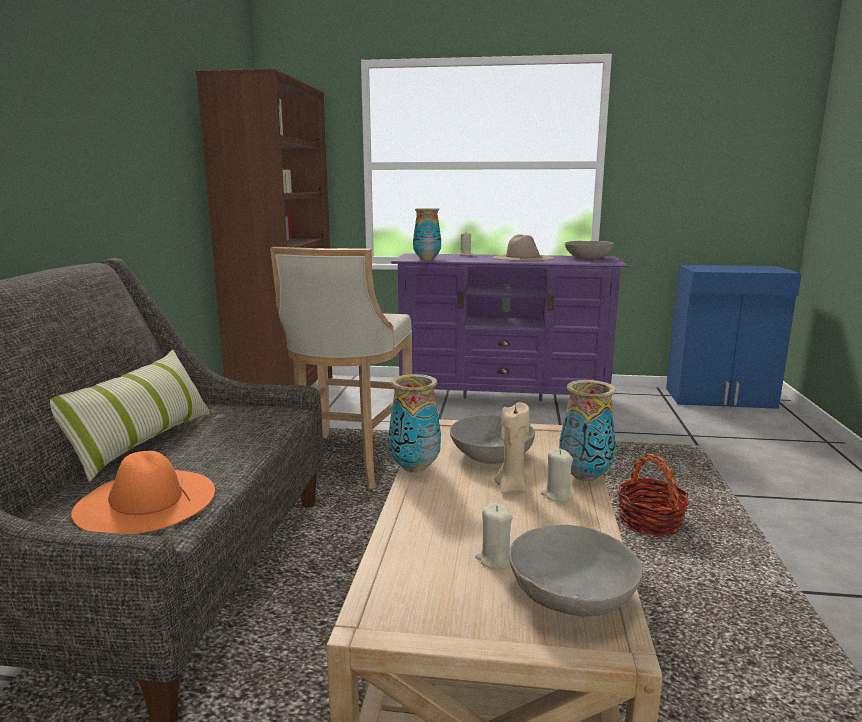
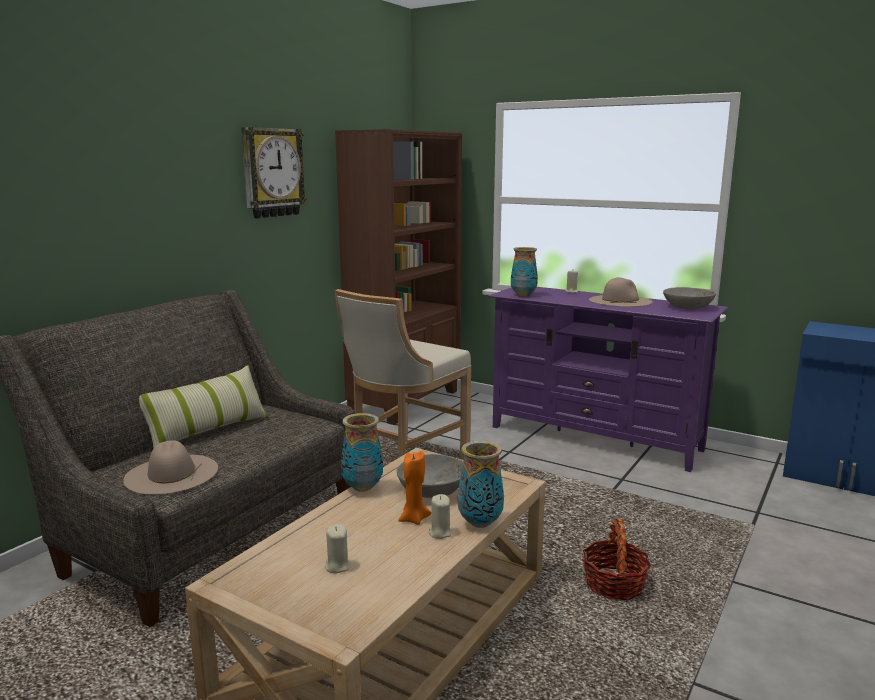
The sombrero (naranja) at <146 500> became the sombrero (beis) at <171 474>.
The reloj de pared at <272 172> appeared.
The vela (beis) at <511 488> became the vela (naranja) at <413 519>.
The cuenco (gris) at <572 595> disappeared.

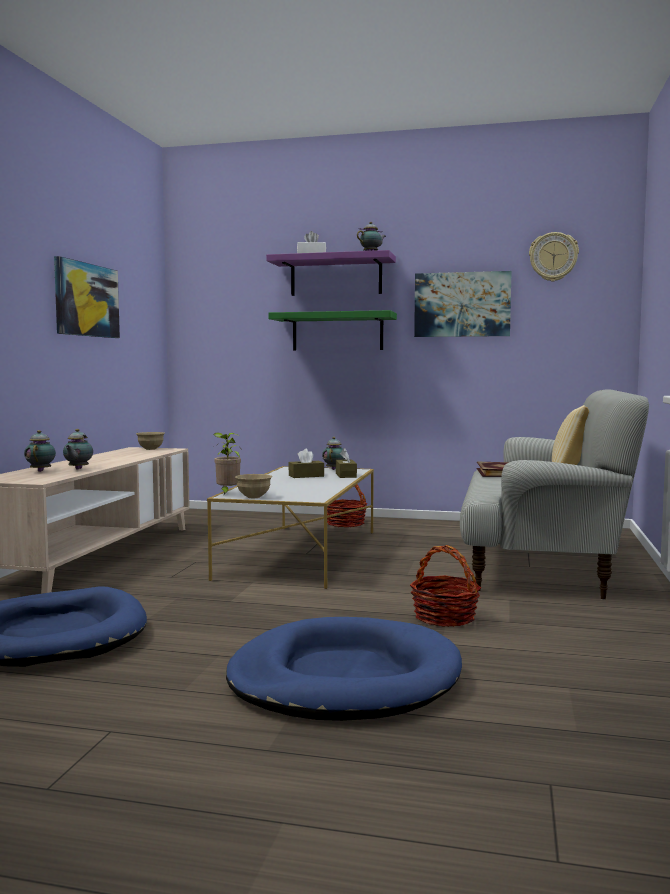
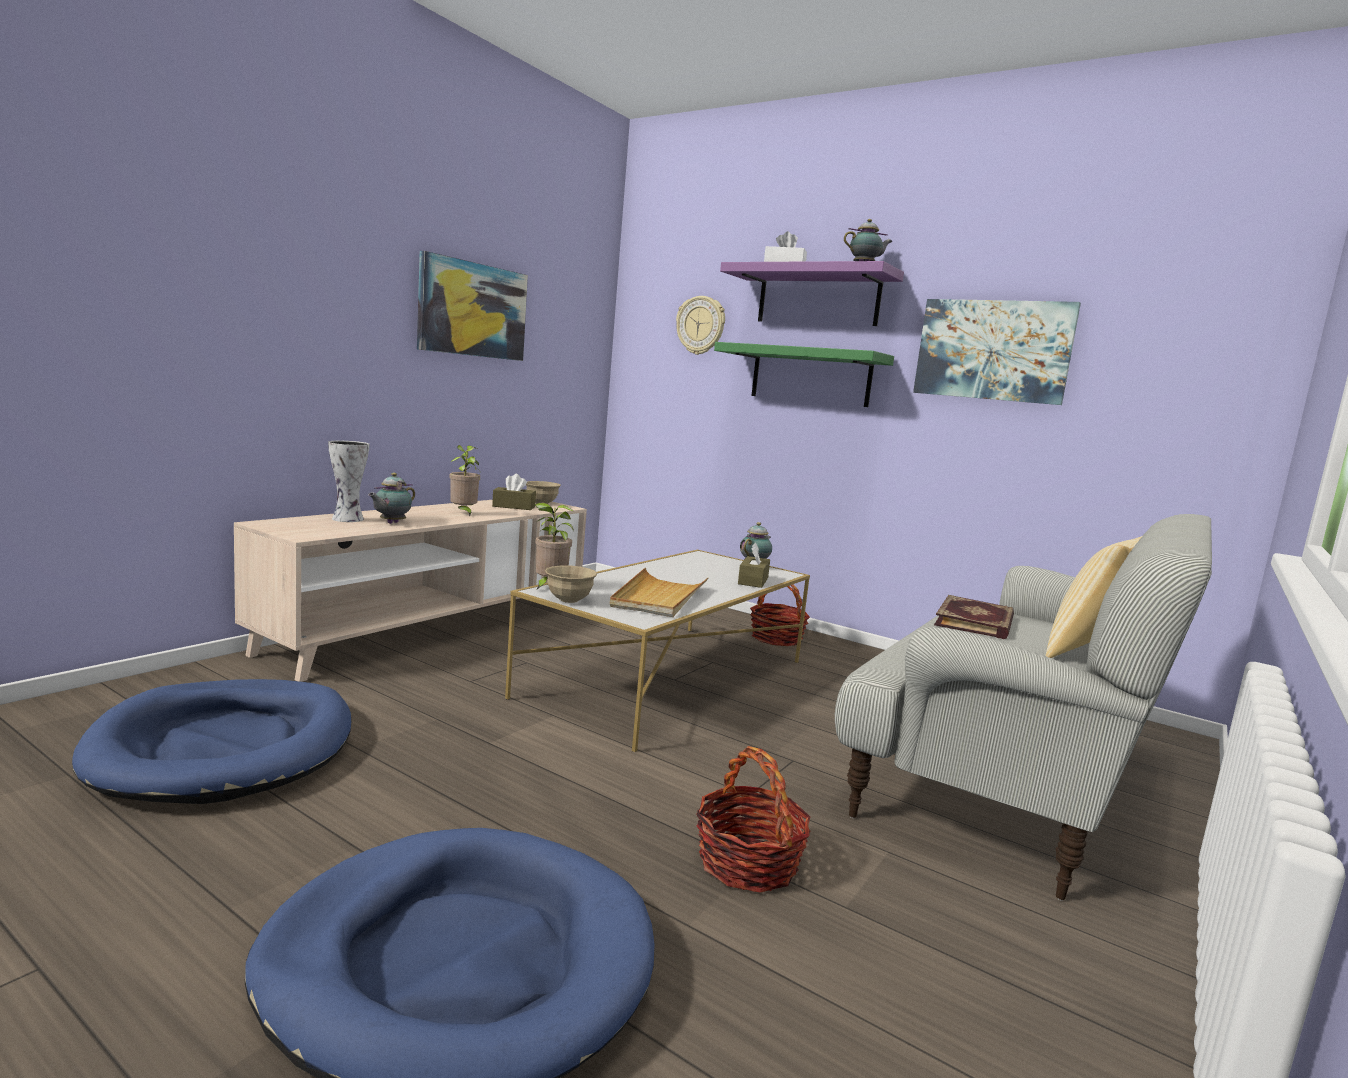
The tetera at <41 471> was replaced by the florero at <348 519>.
The planta en maceta at <463 513> appeared.
The caja de pañuelos (marrón) moved from <306 476> to <513 506>.
The bandeja (beis) at <659 597> appeared.
The reloj de pared moved from <553 257> to <701 325>.

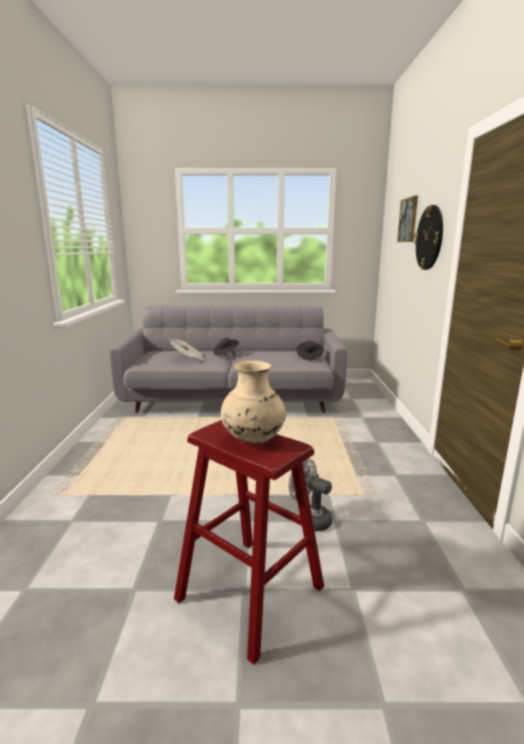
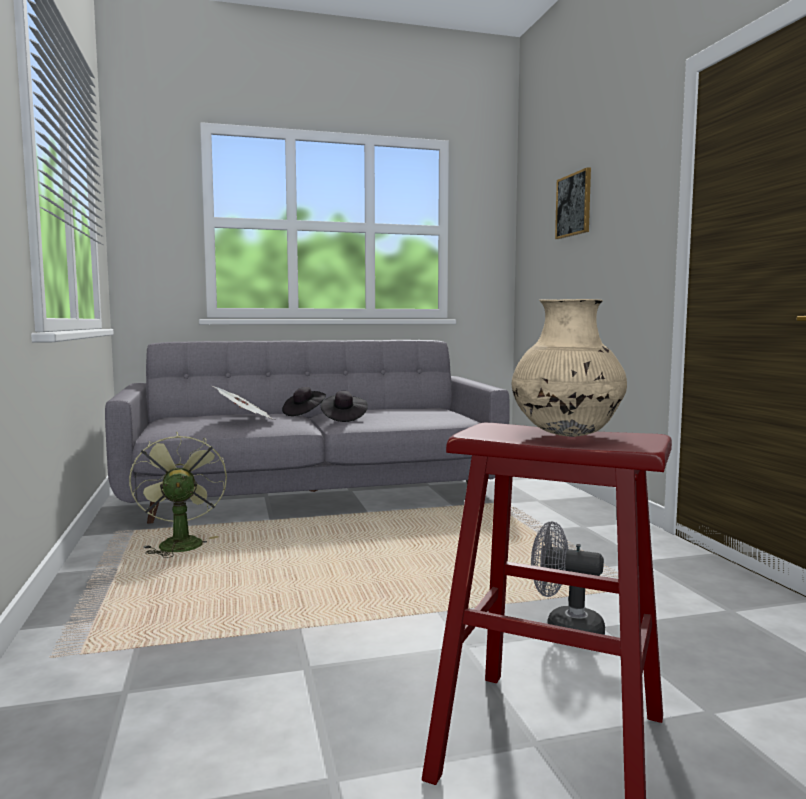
The ventilador (verde) at <179 543> appeared.
The sombrero (negro) moved from <309 357> to <343 418>.
The reloj de pared at <429 238> disappeared.

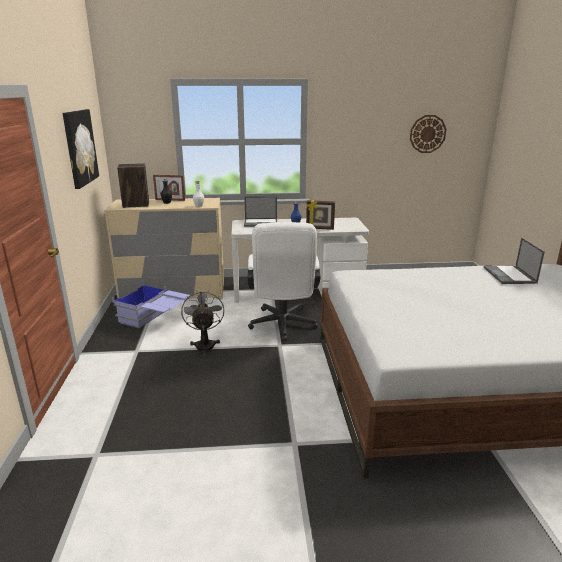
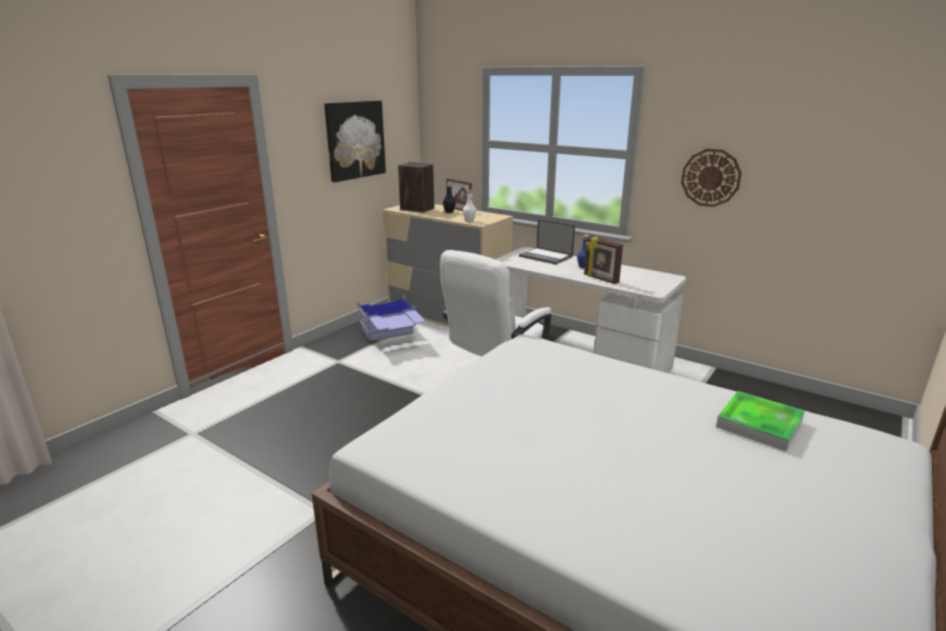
The reloj de pared moved from <427 134> to <710 178>.
The portátil at <510 275> was replaced by the bandeja at <759 424>.
The ventilador (gris) at <205 344> disappeared.

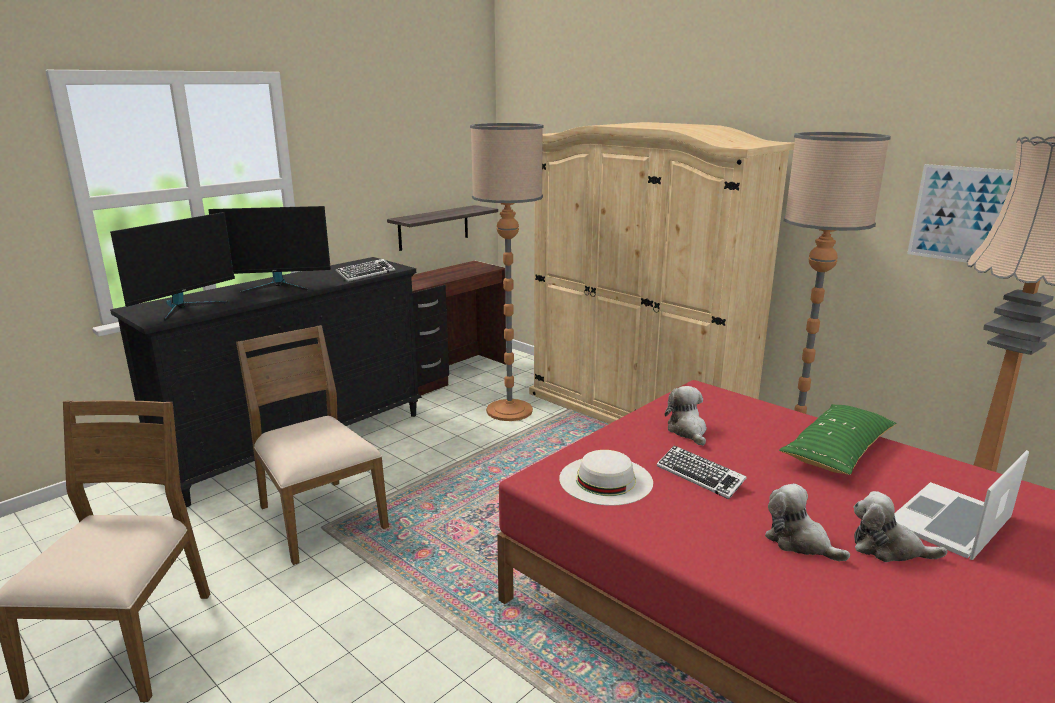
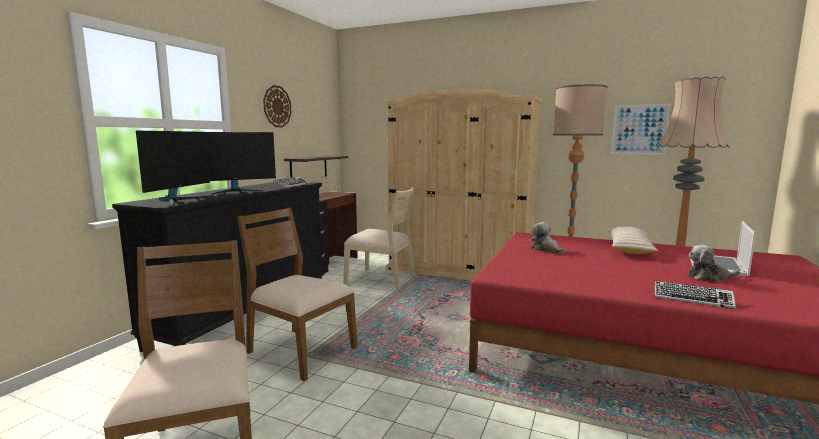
The reloj de pared at <277 106> appeared.
The lámpara de pie at <509 411> was replaced by the silla (beis) at <381 279>.
The cojín (verde) at <837 451> became the cojín (beis) at <629 248>.
The teclado moved from <700 476> to <692 299>.
The sombrero (blanco) at <605 480> disappeared.
The peluche at <799 542> disappeared.

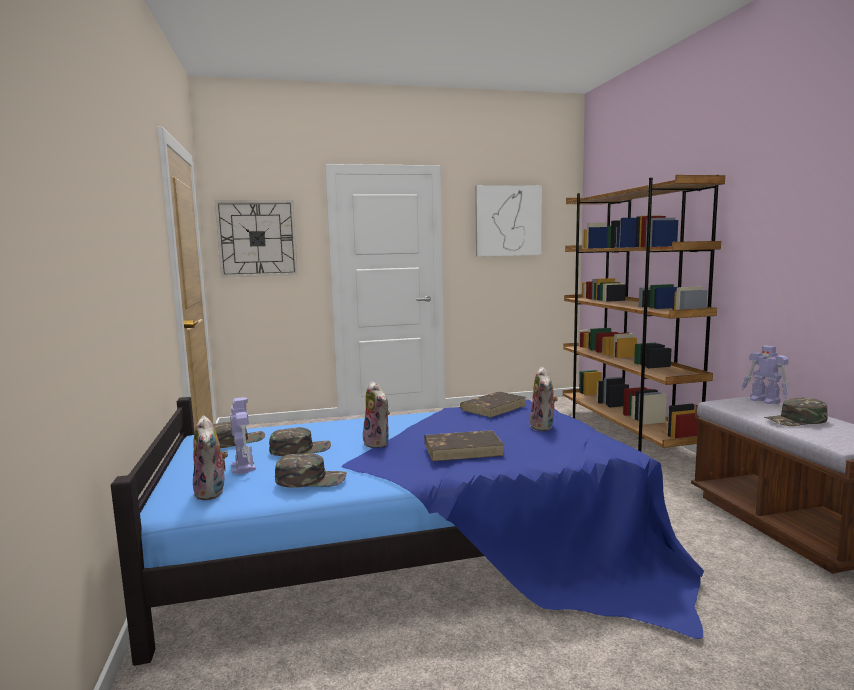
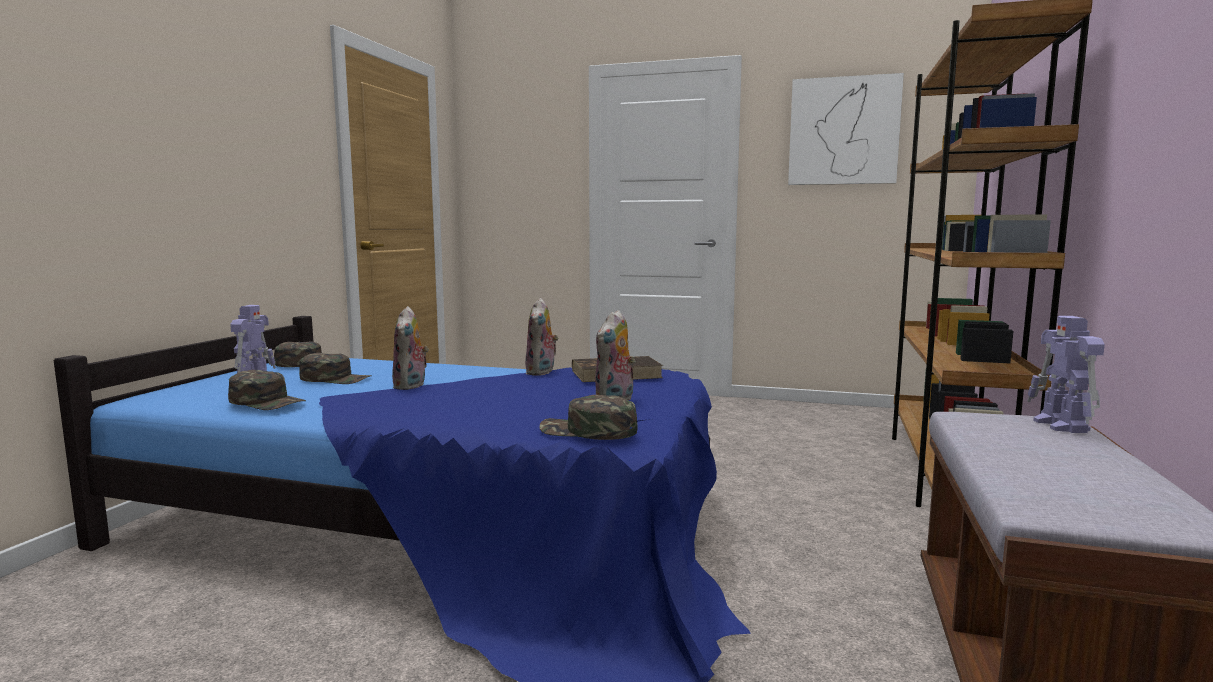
The peluche moved from <212 492> to <542 372>.
The gorra (verde) moved from <796 420> to <588 431>.
The reloj de pared at <257 238> disappeared.
The libro (marrón) at <464 449> disappeared.

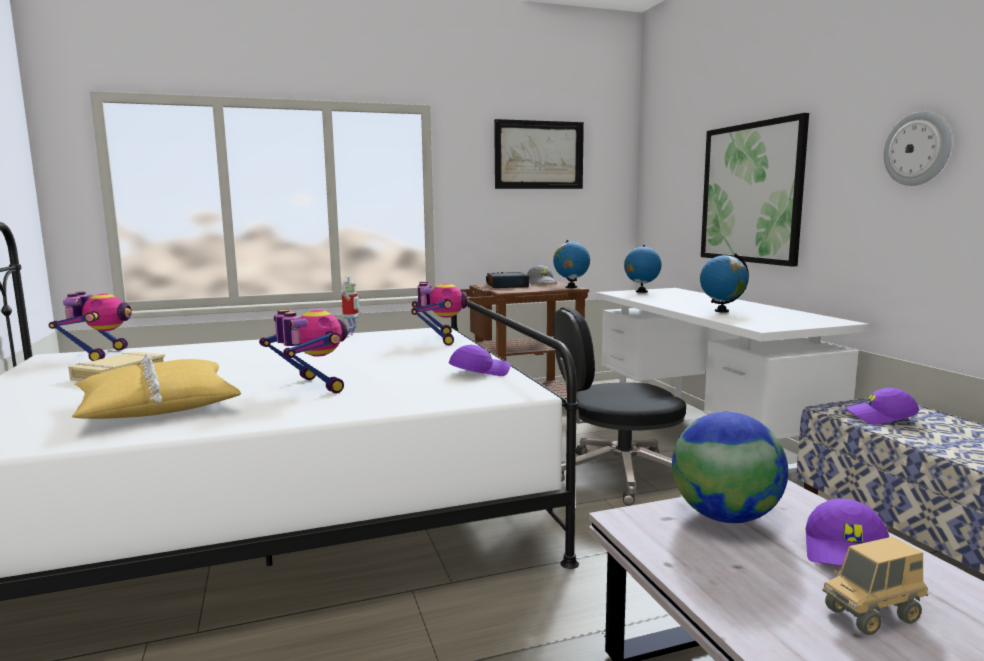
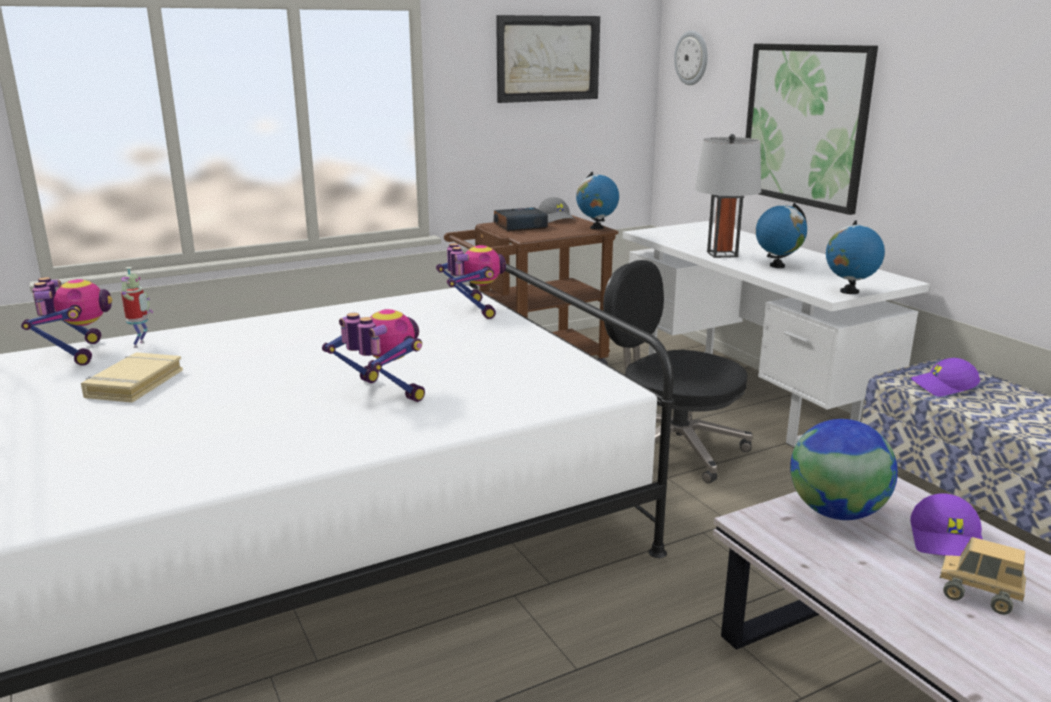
The robot de juguete moved from <351 336> to <141 345>.
The silla de oficina (negro) at <618 475> turned 60 degrees clockwise.
The reloj de pared moved from <918 149> to <692 58>.
The lámpara de mesa (gris) at <722 254> appeared.
The globo terráqueo moved from <641 292> to <849 292>.
The camión de juguete at <872 615> turned 60 degrees clockwise.
The cojín (amarillo) at <157 406> disappeared.
The gorra (morado) at <479 372> disappeared.

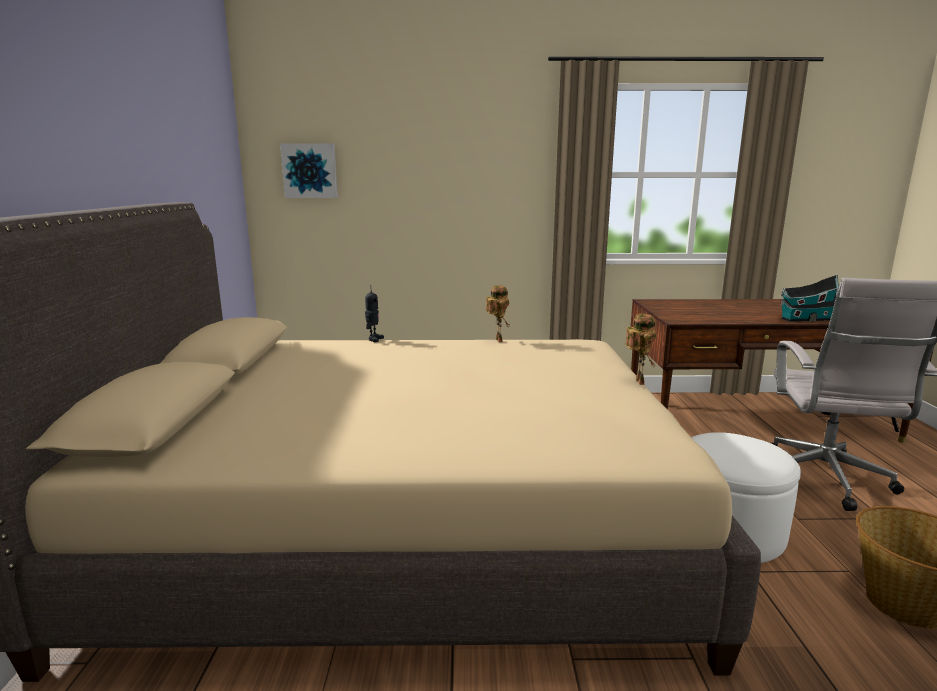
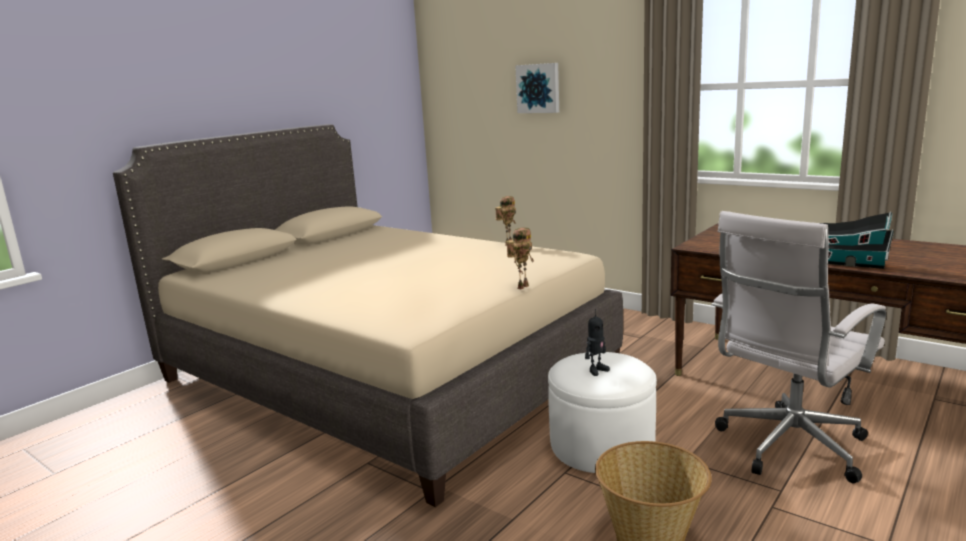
The cuadro moved from <310 171> to <538 88>.
The robot de juguete moved from <374 339> to <596 370>.

